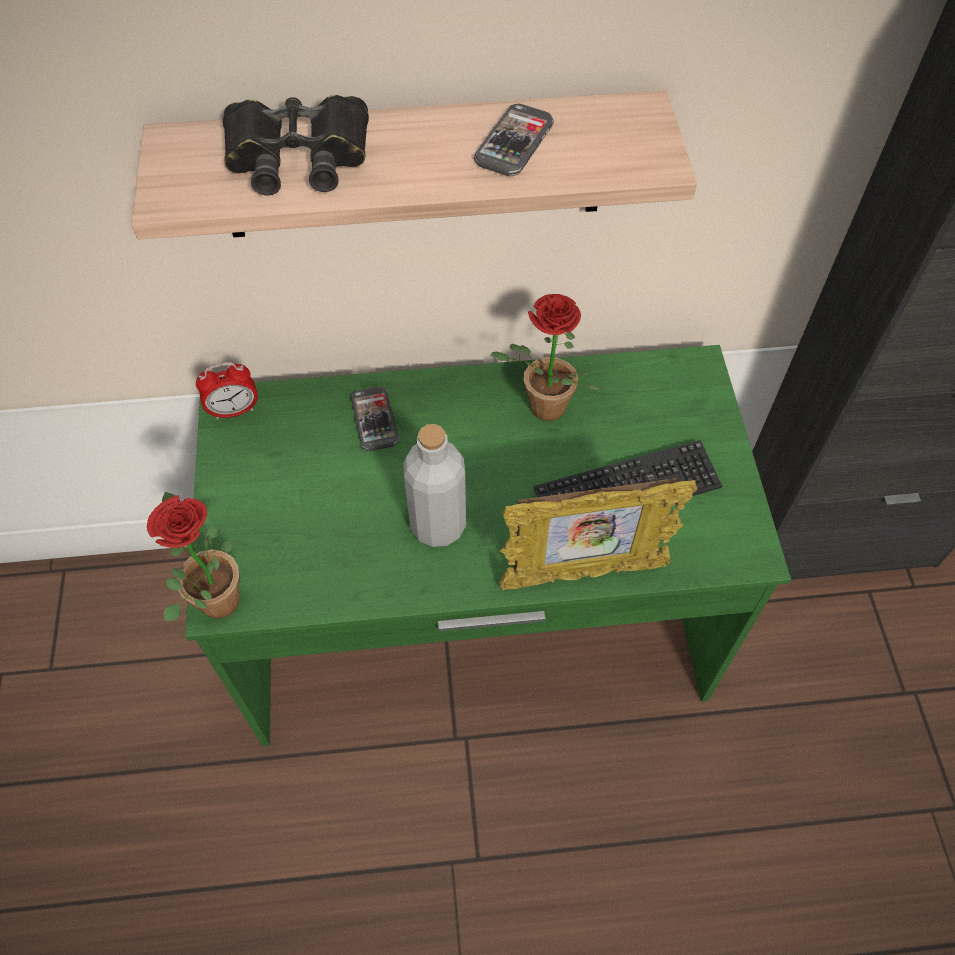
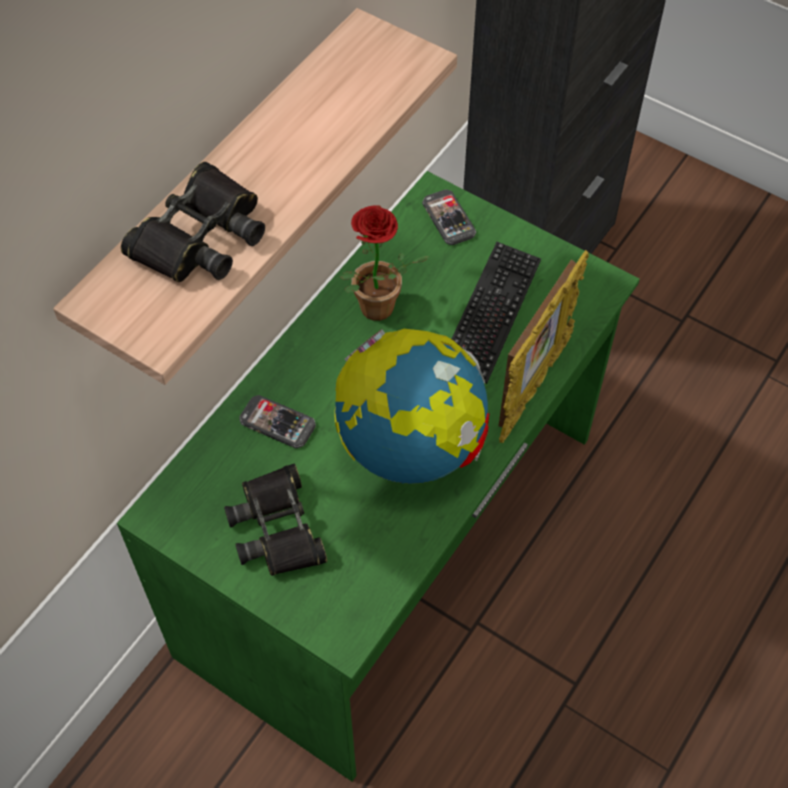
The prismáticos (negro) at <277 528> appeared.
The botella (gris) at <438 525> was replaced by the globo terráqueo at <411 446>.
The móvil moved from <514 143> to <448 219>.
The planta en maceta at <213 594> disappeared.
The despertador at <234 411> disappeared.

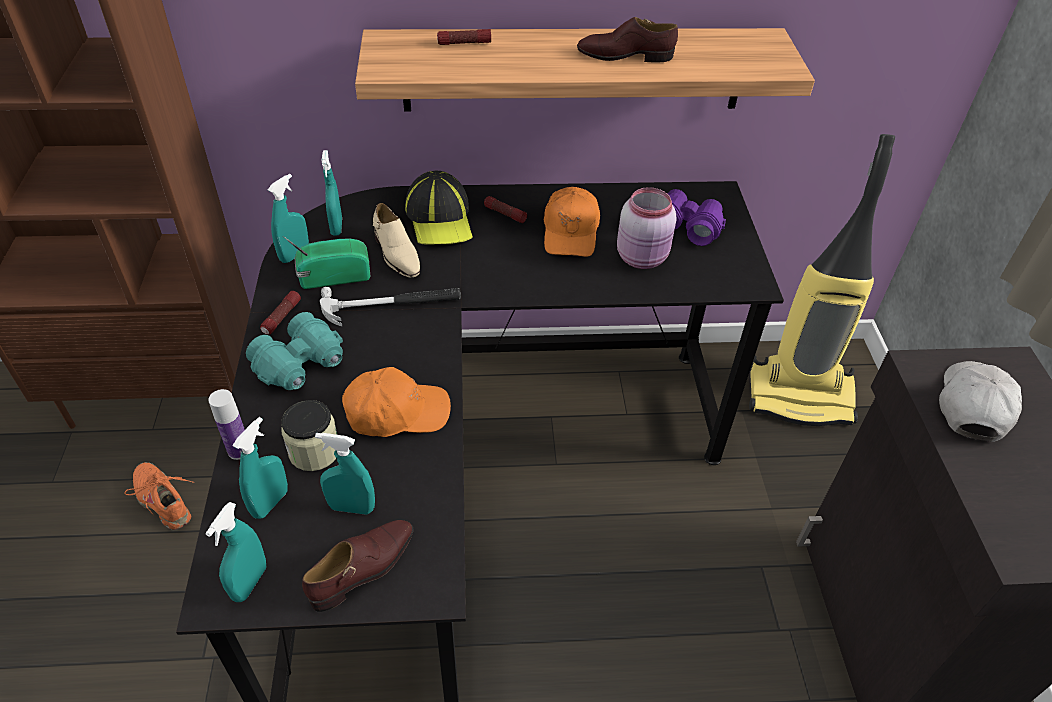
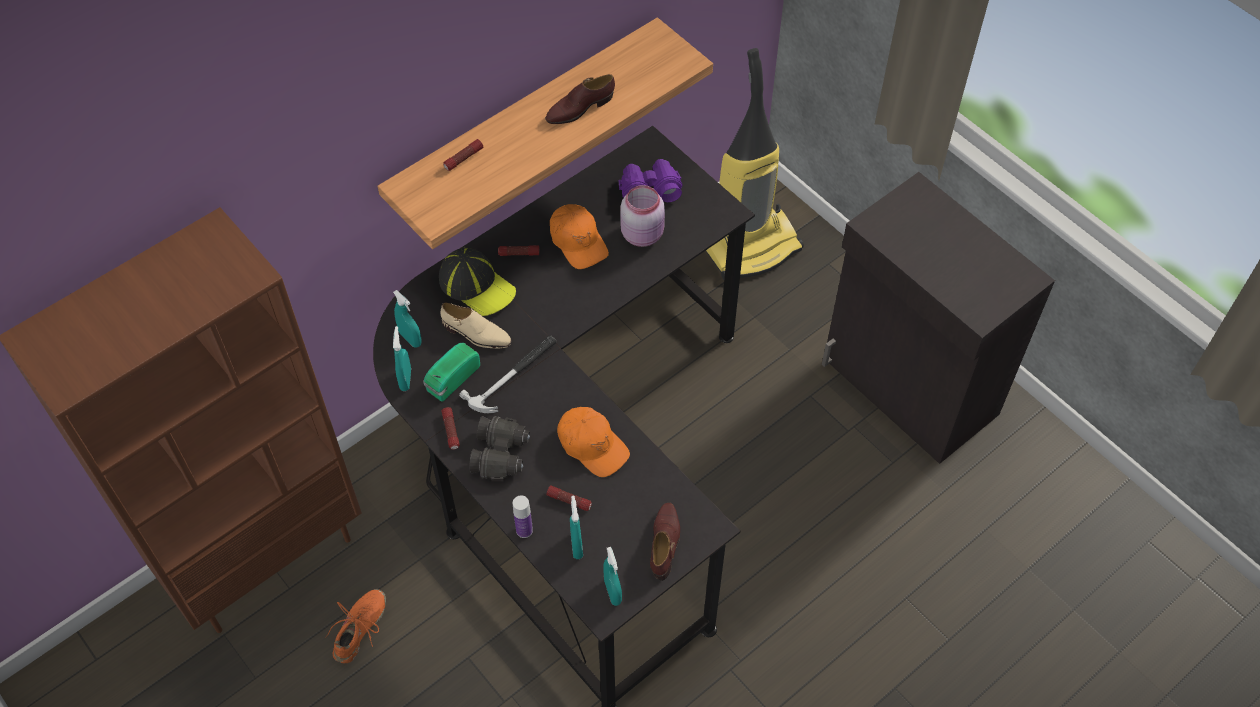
The zapato (naranja) at <164 500> turned 105 degrees clockwise.
The prismáticos (turquesa) at <301 365> became the prismáticos (negro) at <501 454>.
The tarro at <314 451> was replaced by the linterna at <569 501>.
The gorra (naranja) at <396 412> turned 90 degrees clockwise.
The pulverizador (turquesa) at <351 507> disappeared.
The gorra (blanco) at <973 406> disappeared.

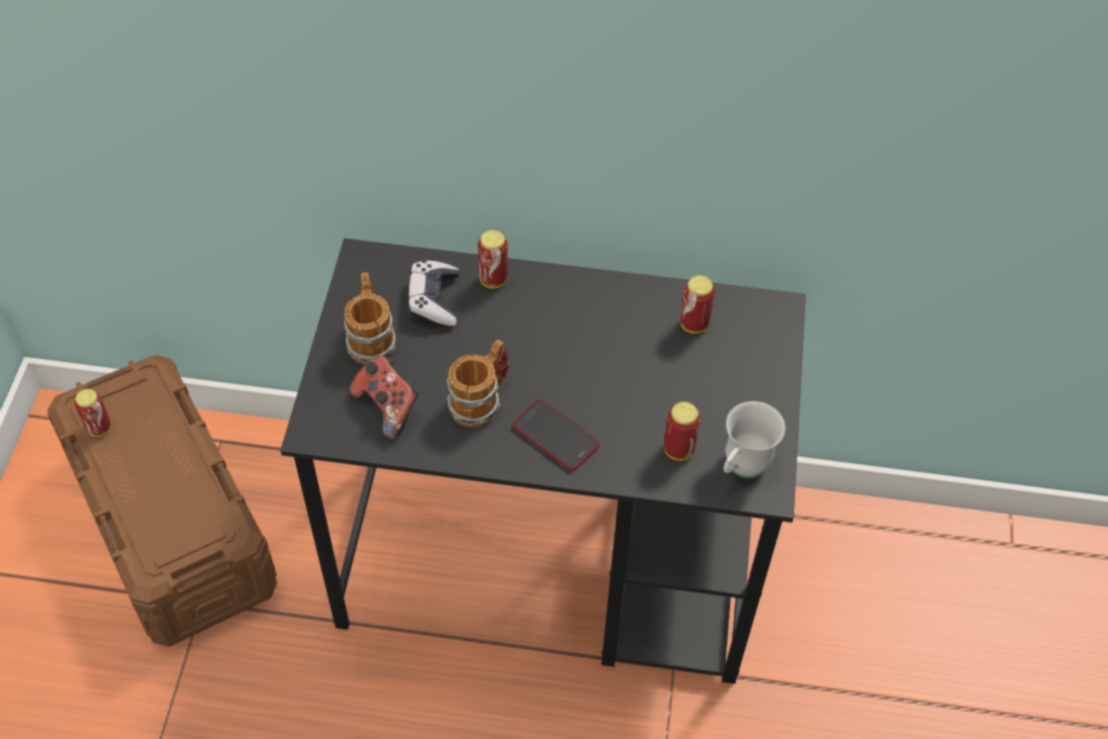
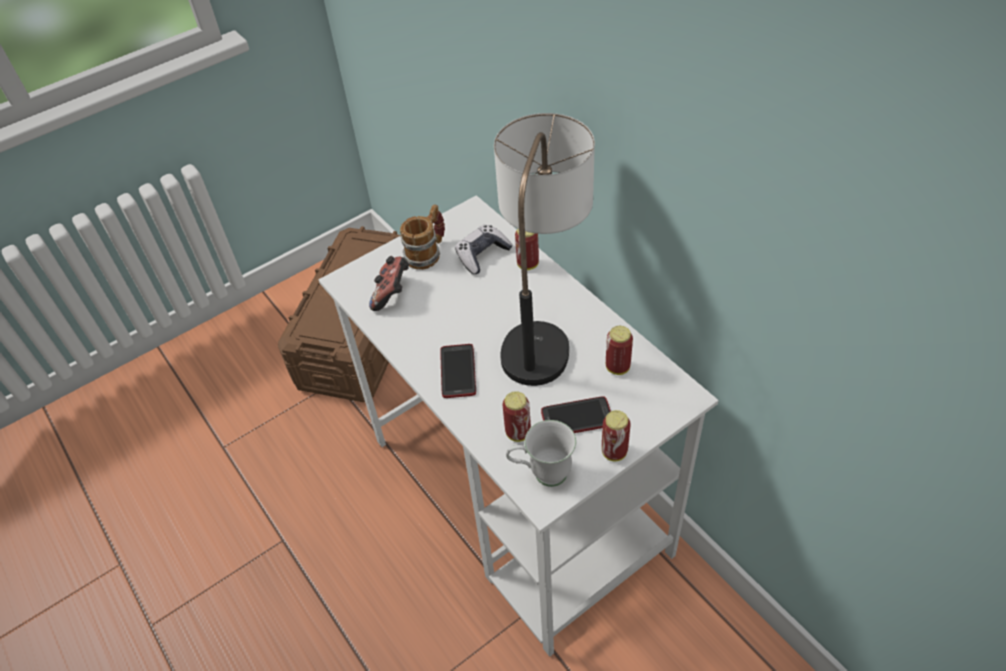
The escritorio (negro) at <552 562> became the escritorio (blanco) at <519 497>.
The lámpara de mesa at <543 327> appeared.
The móvil at <577 418> appeared.
The lata moved from <99 428> to <614 452>.
The taza grande at <481 400> disappeared.

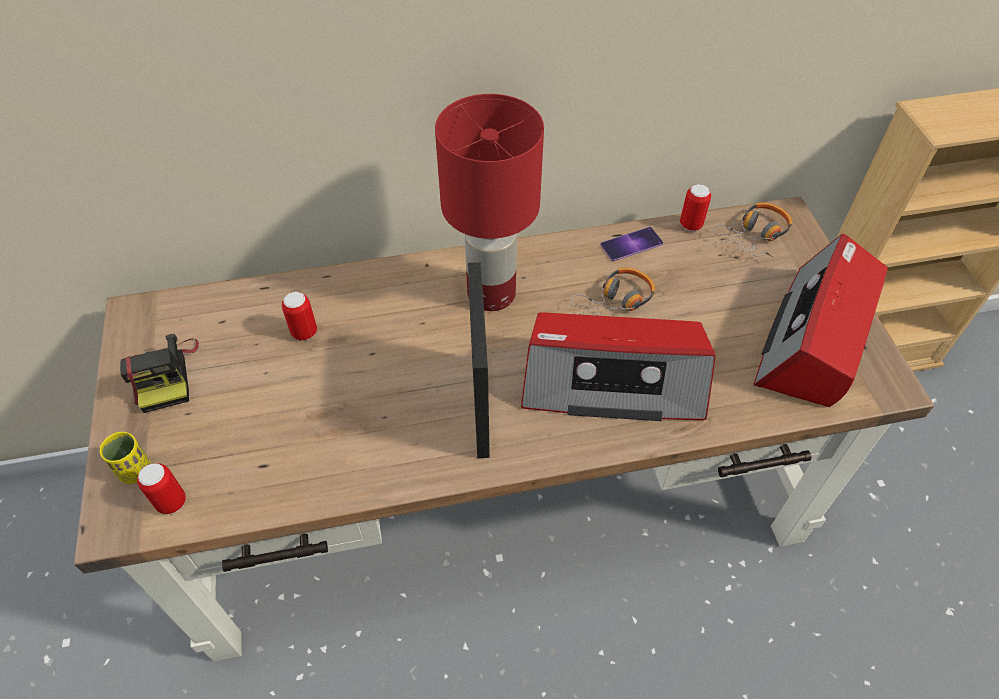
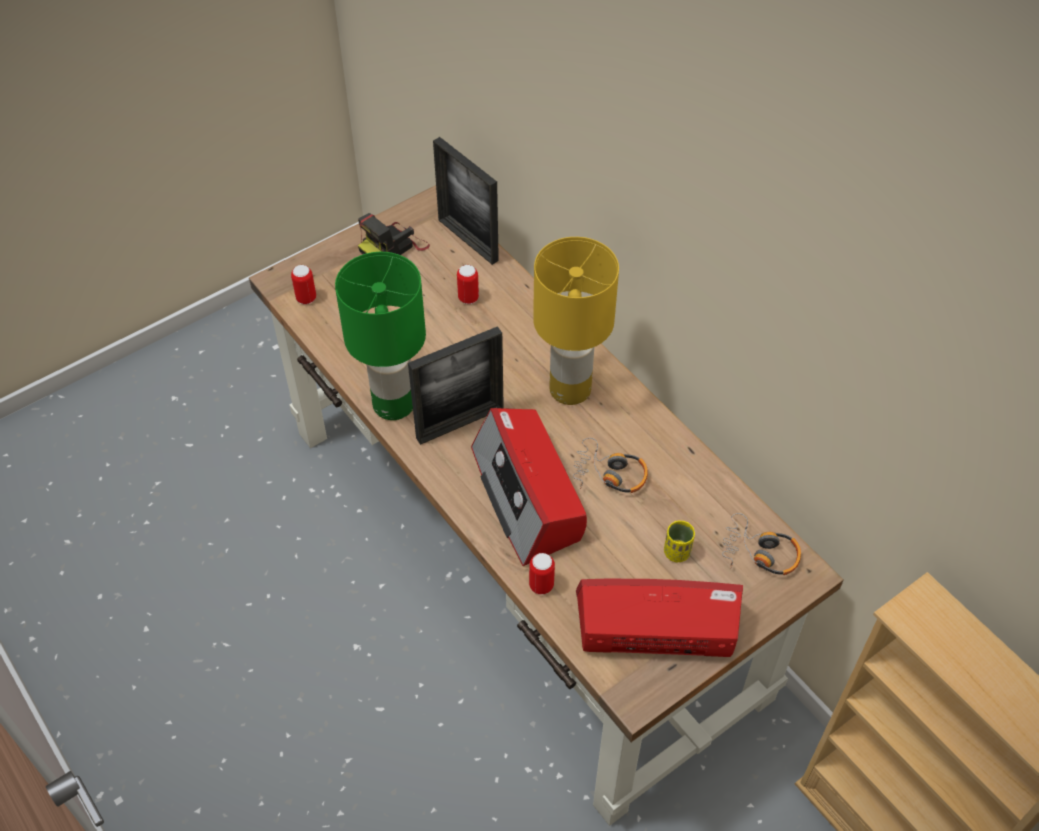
The lámpara de mesa (verde) at <394 405> appeared.
The portarretratos at <468 240> appeared.
The lata moved from <690 225> to <541 585>.
The lámpara de mesa (rojo) at <493 294> became the lámpara de mesa (amarillo) at <570 390>.
The taza (amarillo) moved from <135 470> to <677 552>.
The móvil at <631 244> disappeared.

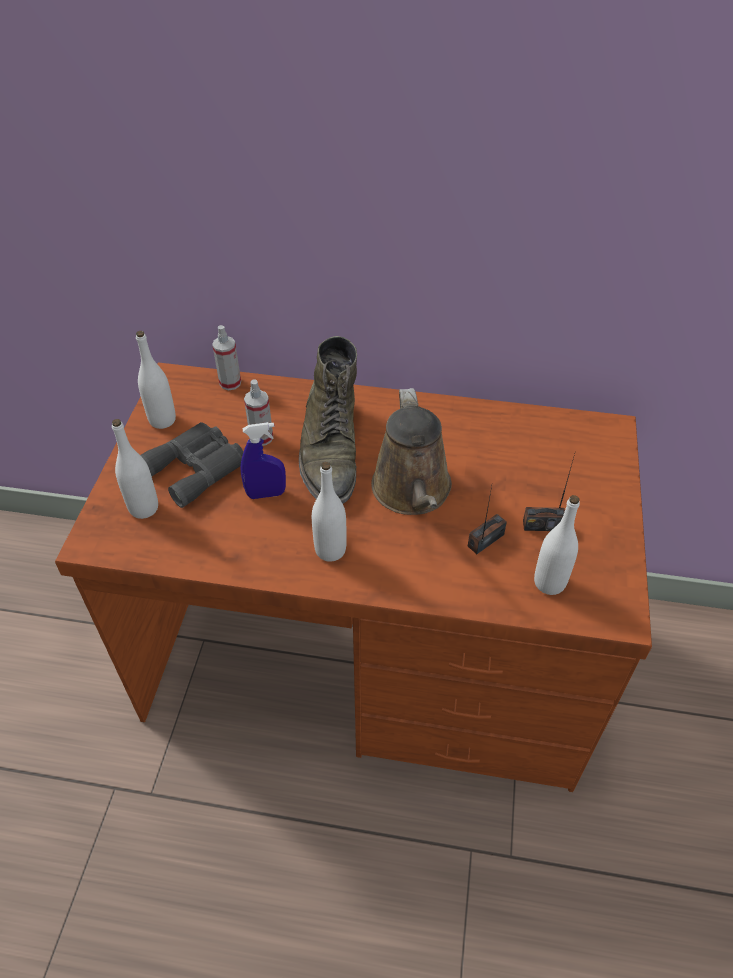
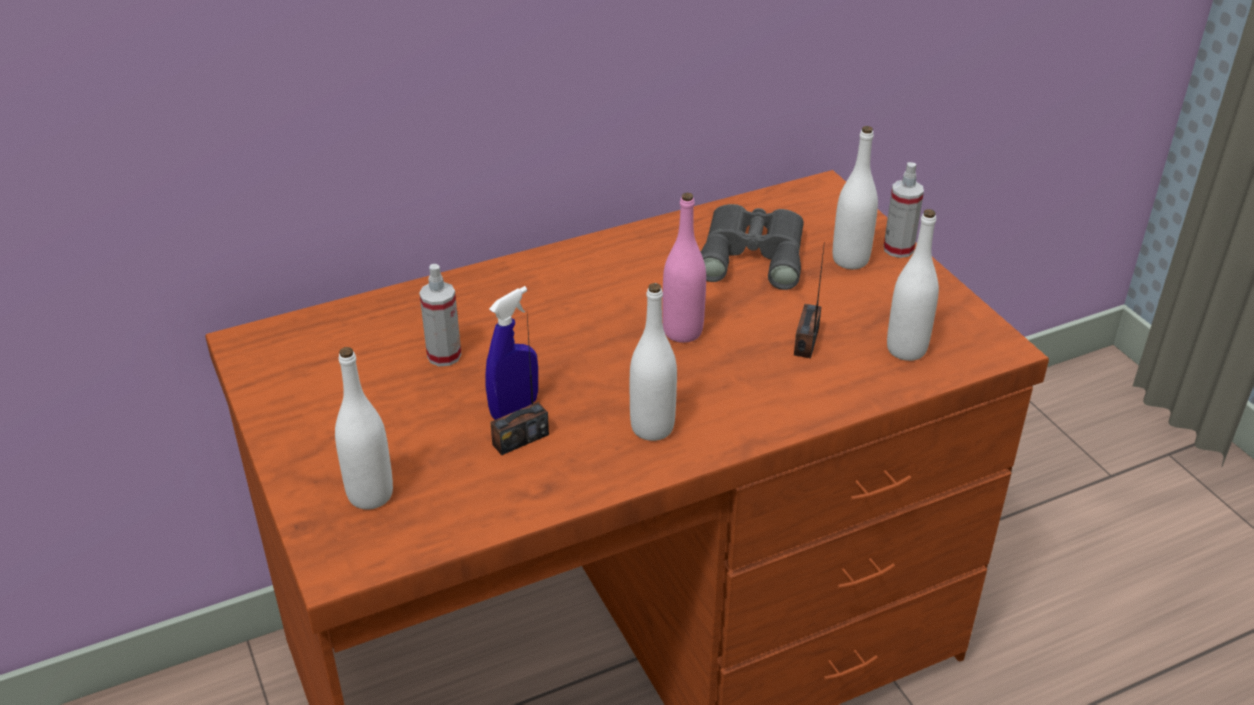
The radio moved from <542 525> to <520 439>.
The regadera (marrón) at <413 492> was replaced by the botella (rosa) at <682 331>.
The prismáticos (gris) moved from <198 467> to <753 253>.
The botella (blanco) moved from <162 420> to <850 260>.
The pulverizador moved from <230 383> to <898 249>.
The bota (verde) at <330 450> disappeared.

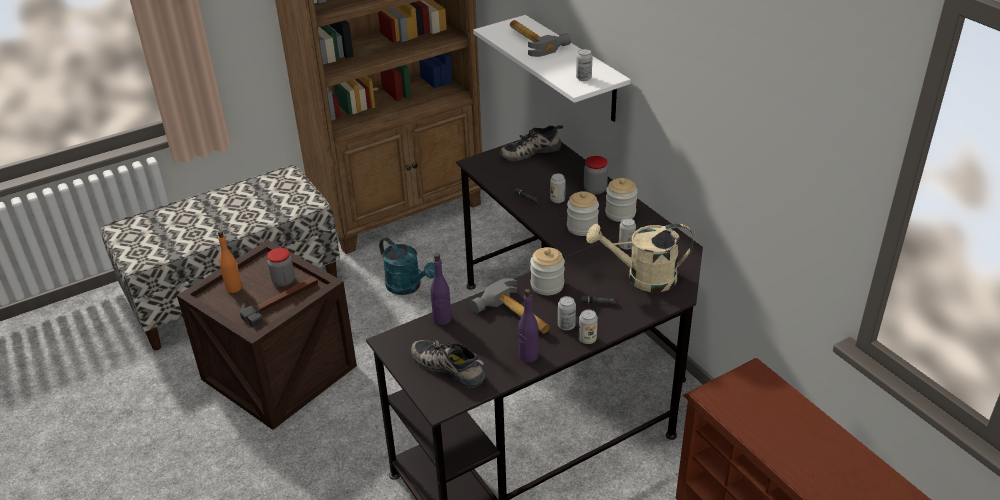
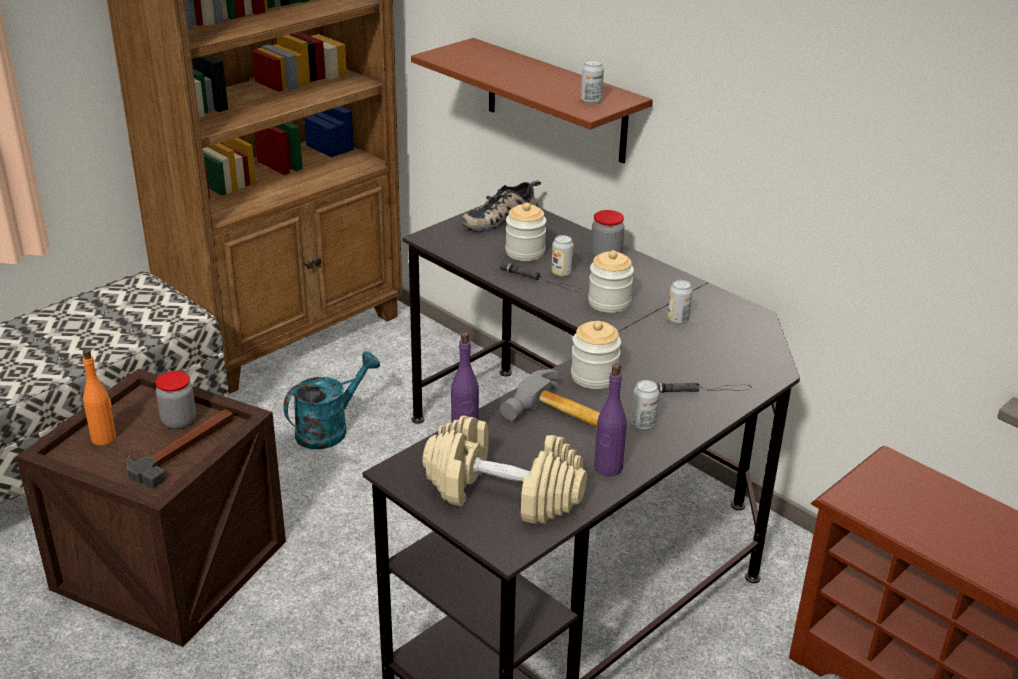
The regadera (turquesa) at <408 287> turned 75 degrees counterclockwise.
The estante (blanco) at <574 69> became the estante (marrón) at <556 101>.
The zapato at <450 366> was replaced by the mancuerna (beis) at <502 494>.
The tarro moved from <620 213> to <525 252>.
The martillo at <534 40> disappeared.
The lata at <587 339> disappeared.
The regadera (beis) at <642 278> disappeared.

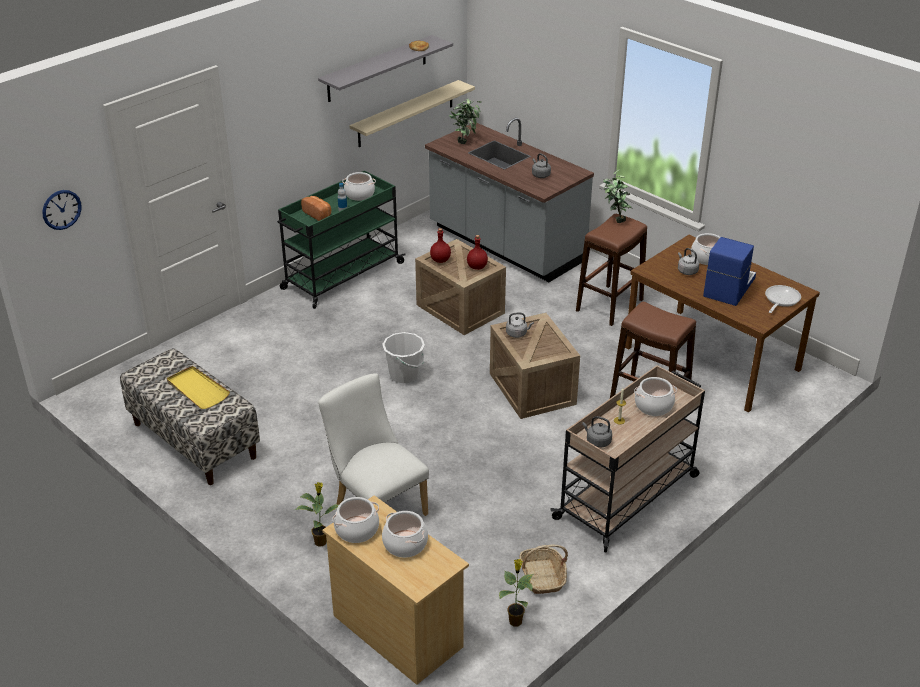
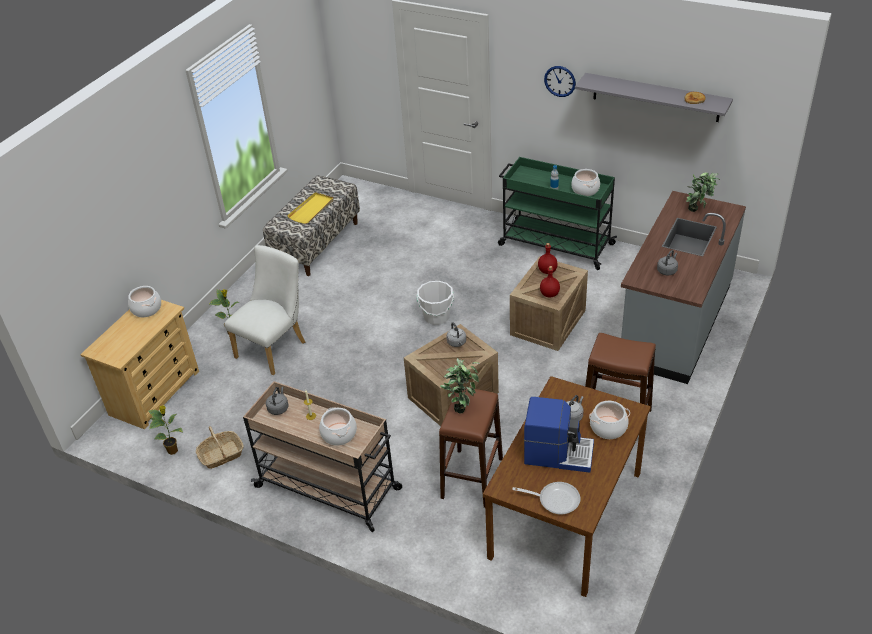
The planta en maceta moved from <614 220> to <461 406>.
The reloj de pared moved from <61 209> to <560 81>.
The pan at <318 214> disappeared.
The estante (beis) at <406 114> disappeared.
The olla at <405 544> disappeared.

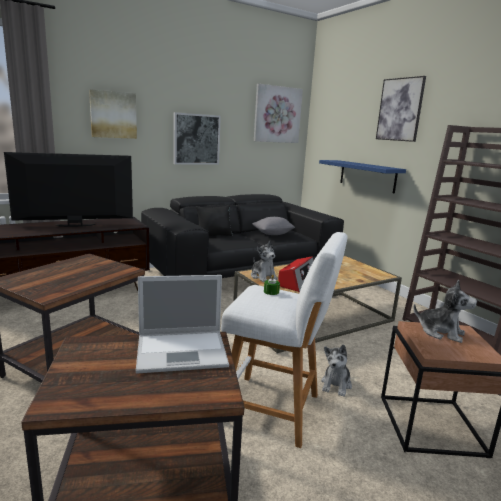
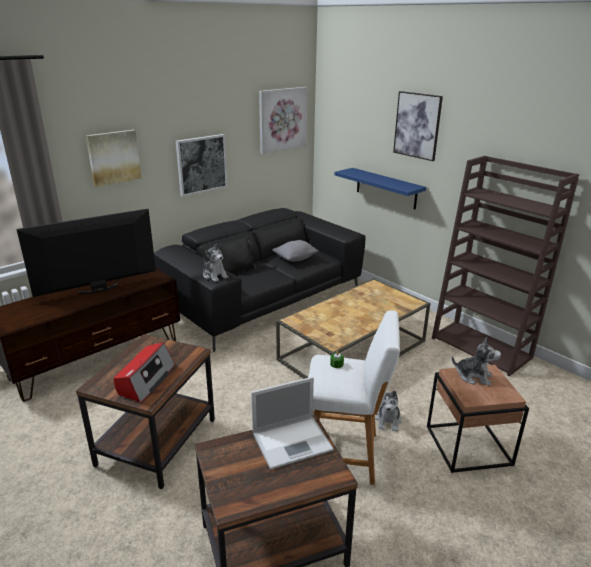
The radio moved from <298 282> to <145 380>.
The peluche moved from <263 277> to <214 275>.

